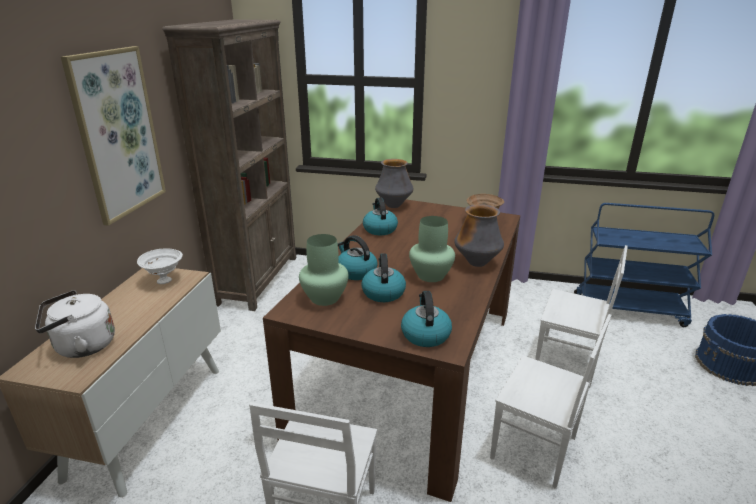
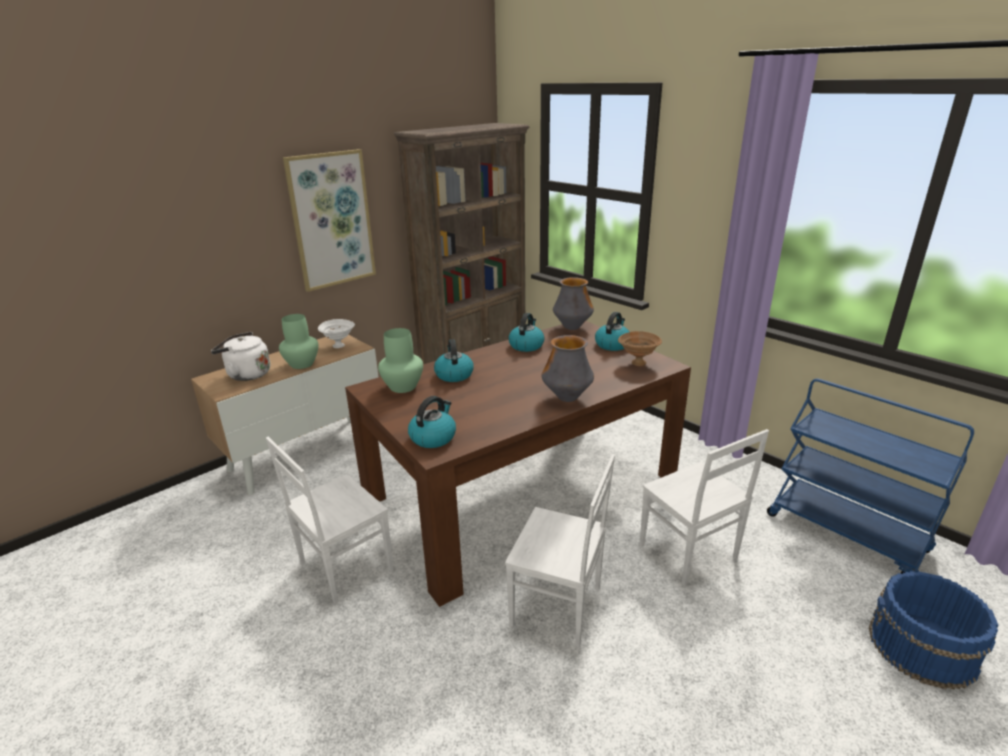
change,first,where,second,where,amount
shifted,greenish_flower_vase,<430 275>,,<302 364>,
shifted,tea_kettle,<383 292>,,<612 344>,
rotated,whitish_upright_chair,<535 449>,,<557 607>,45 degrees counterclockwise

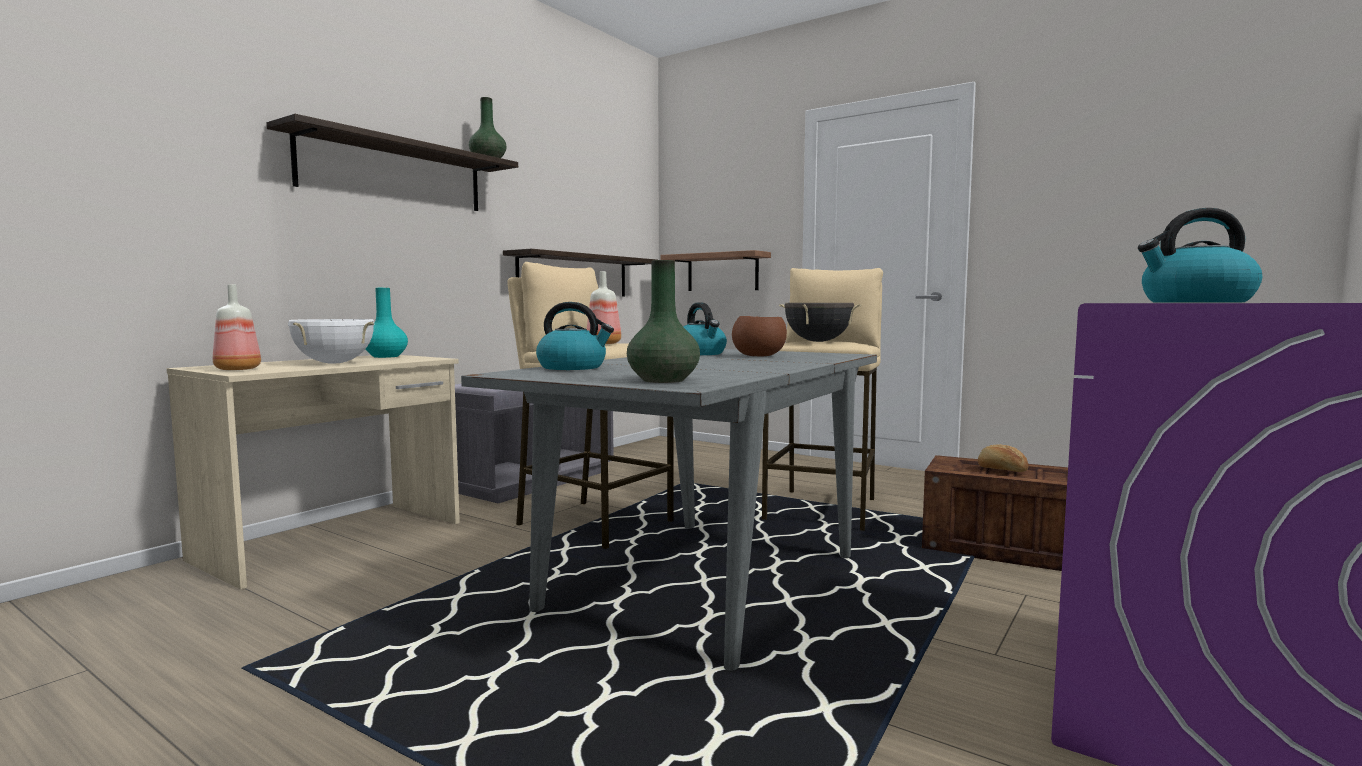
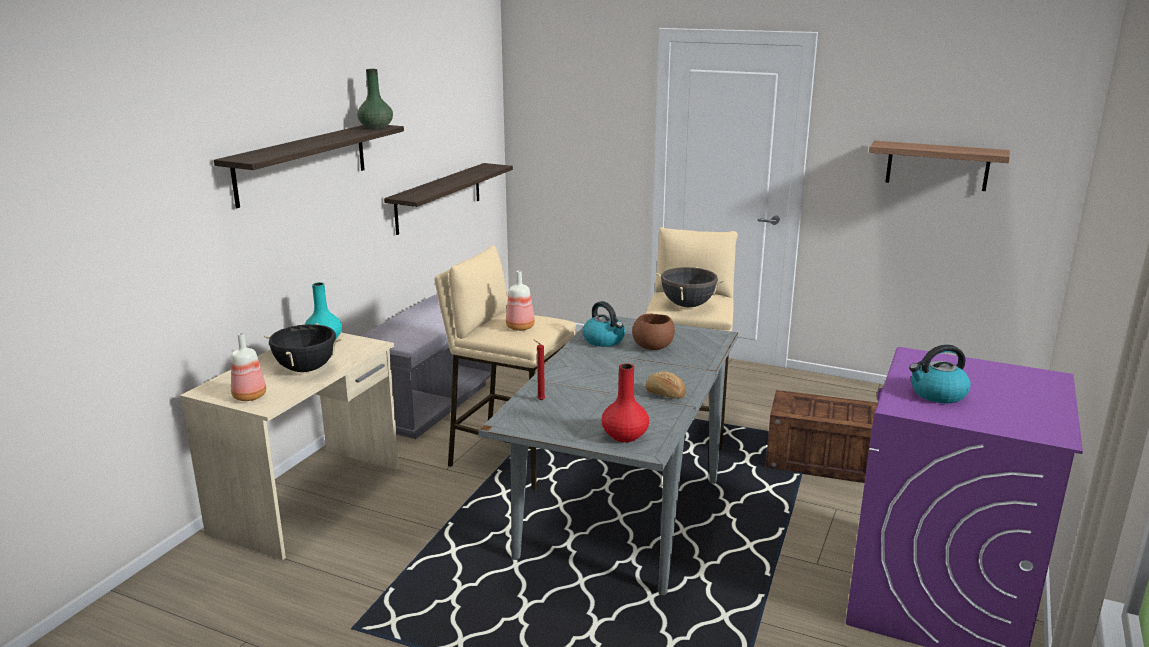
change,first,where,second,where,amount
shifted,wall_shelf,<722 272>,,<937 166>,
repainted,greenish_flower_vase,<664 380>,red-coloured_flower_vase,<625 436>,
swapped,tea_kettle,<573 367>,red-coloured_candle,<539 400>,
repainted,whitish_saucepot,<334 363>,black-coloured_saucepot,<306 369>,
shifted,bakery_bread,<1001 470>,,<664 394>,

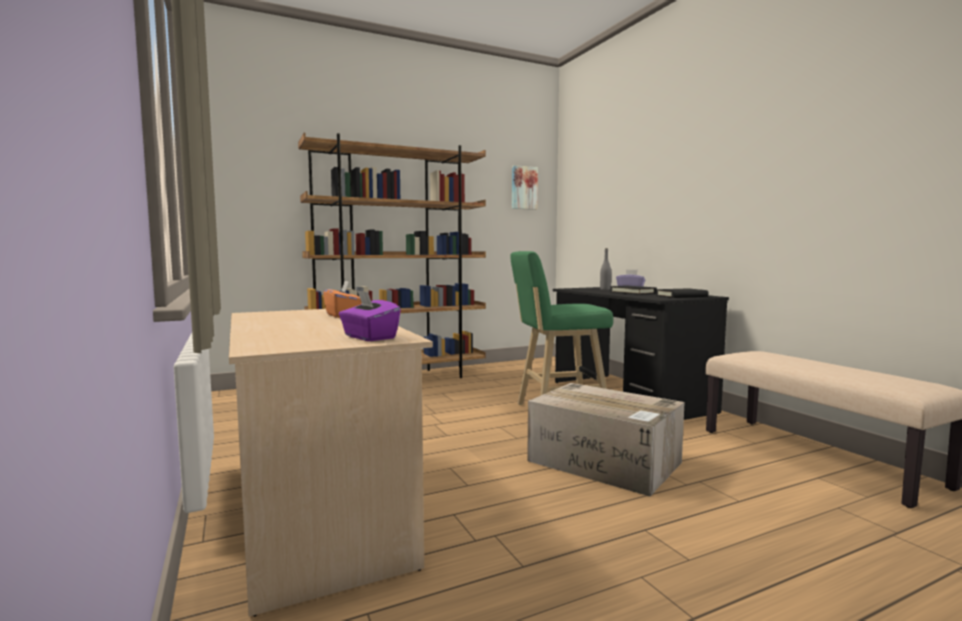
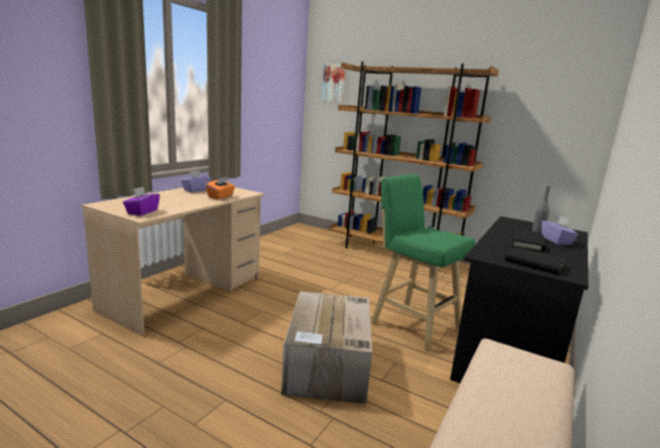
change,first,where,second,where,amount
shifted,picture,<523 188>,,<334 83>,
new,,,purple-coloured_box_of_tissues,<196 190>,

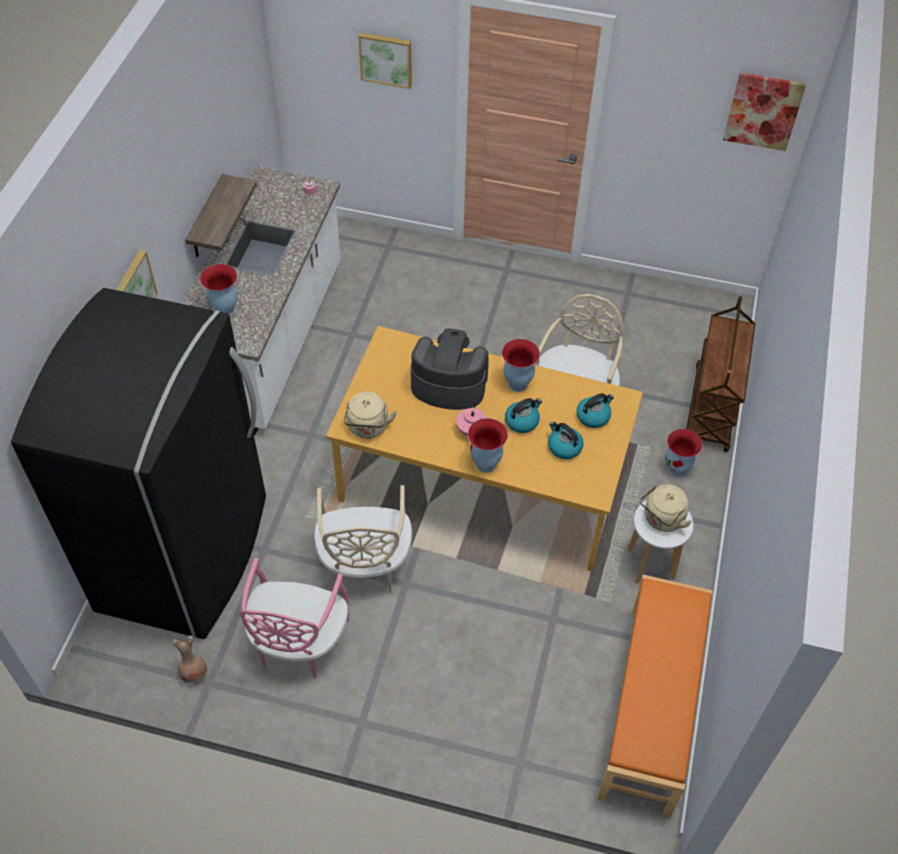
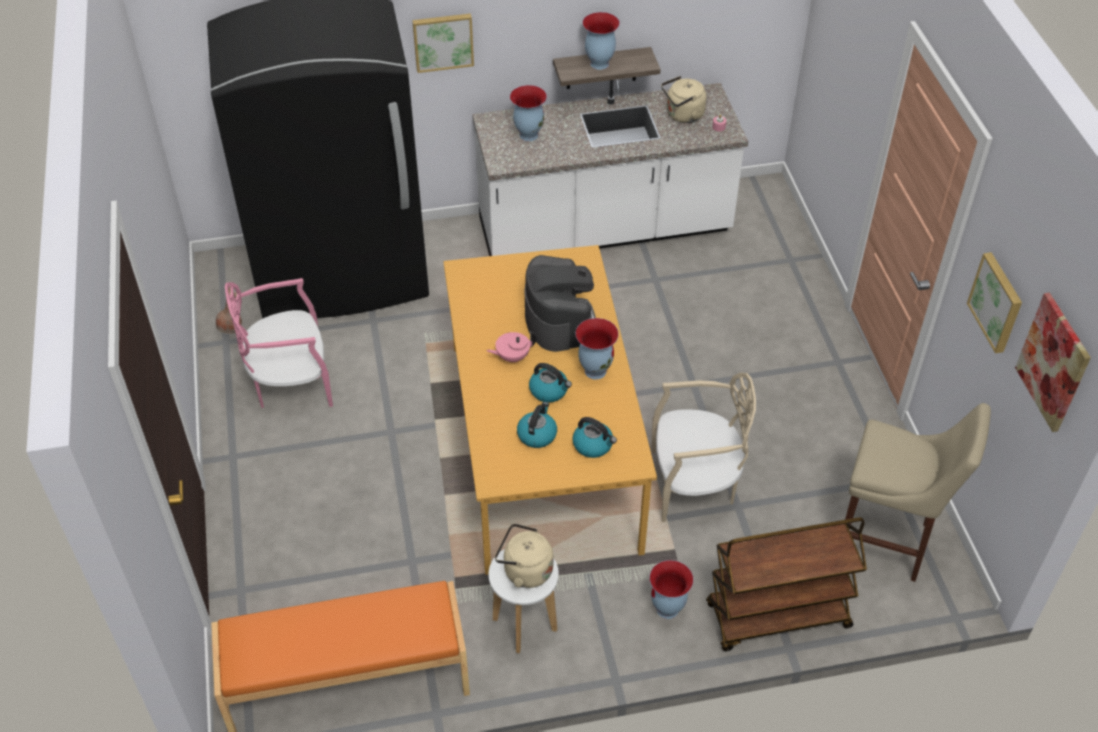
change,first,where,second,where,amount
shifted,picture,<386 59>,,<997 302>,
shifted,beige-coloured_tea_kettle,<368 428>,,<682 115>,
shifted,flower_vase,<485 465>,,<599 64>,
gone,beige-coloured_upright_chair,<365 565>,,,
new,,,beige-coloured_sitting_stool,<888 542>,

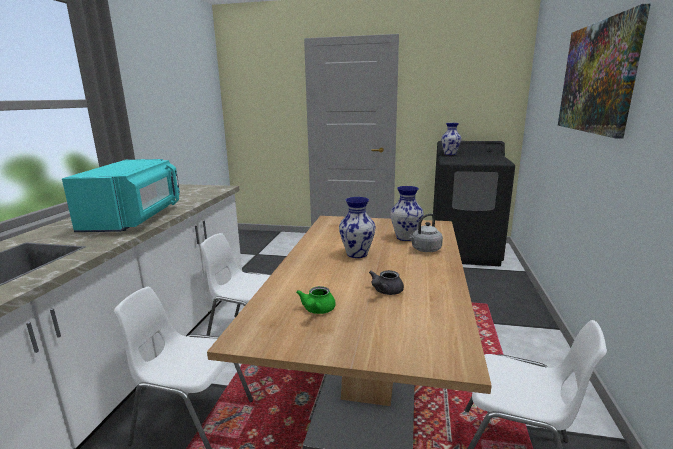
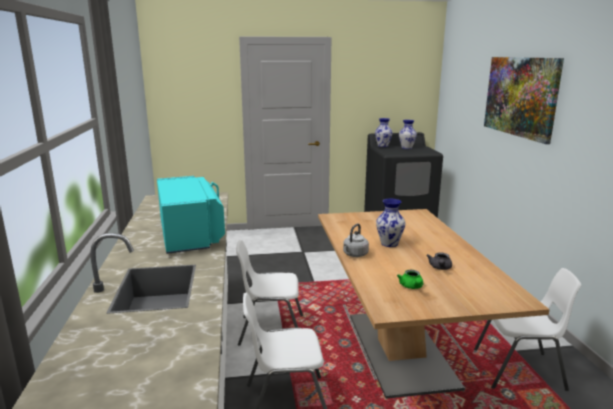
change,first,where,second,where,amount
shifted,flower_vase,<405 238>,,<406 148>,
shifted,gray_tea_kettle,<425 250>,,<354 255>,

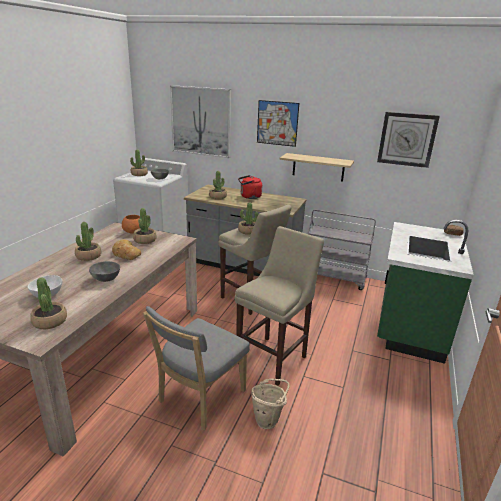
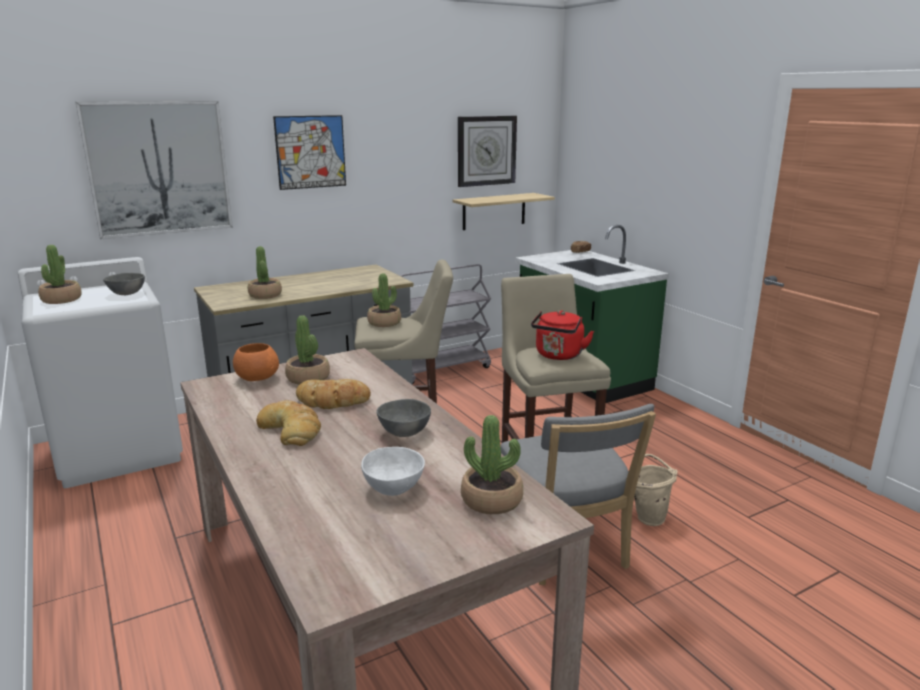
change,first,where,second,where,amount
shifted,wall_shelf,<318 167>,,<494 211>,
shifted,red-coloured_tea_kettle,<249 197>,,<558 356>,
swapped,plant_in_a_pot,<88 256>,bakery_bread,<291 429>,

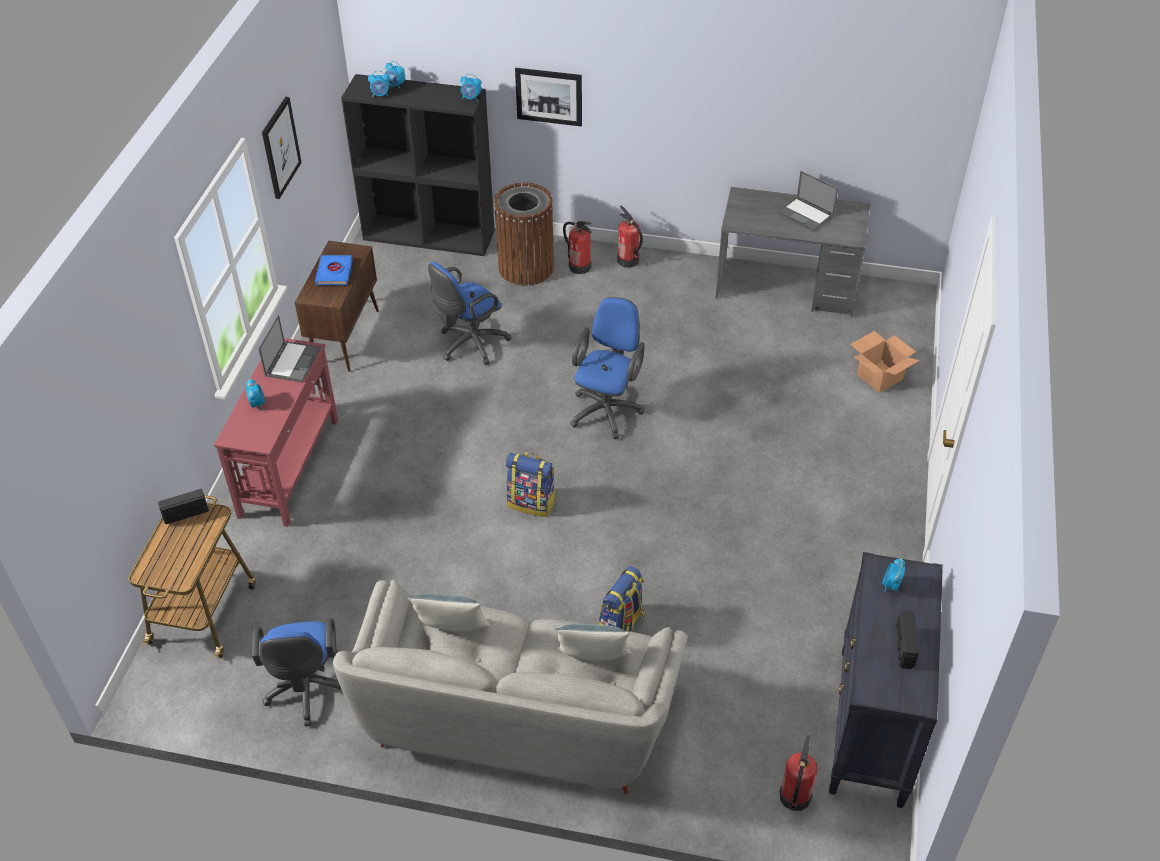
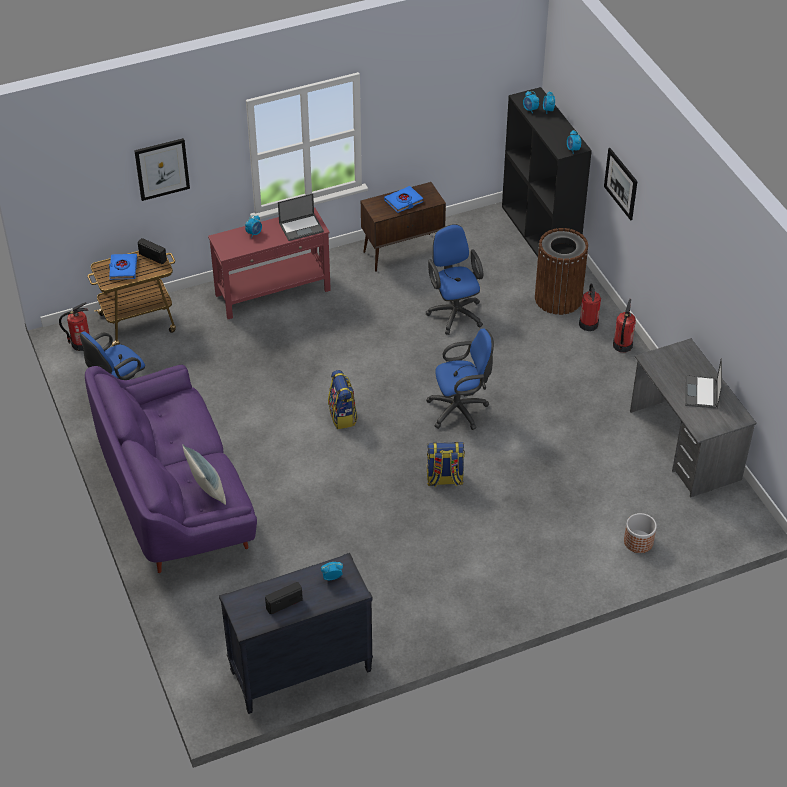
change,first,where,second,where,amount
shifted,picture,<280 147>,,<162 168>,
rotated,bluish_computer_chair,<470 345>,,<454 312>,60 degrees clockwise
swapped,packing_box,<879 377>,plant_pot,<638 542>,
shifted,backpack,<622 626>,,<444 479>,
repainted,gray_settee,<516 712>,purple-coloured_settee,<176 494>,
gone,throw_pillow,<452 630>,,,
shifted,fire_extinguisher,<794 797>,,<81 344>,
new,,,bluish_volume,<123 269>,

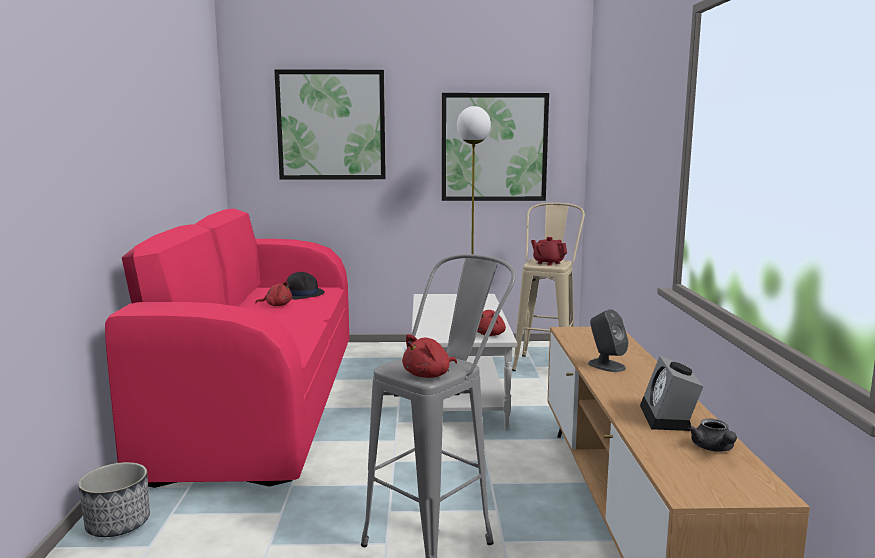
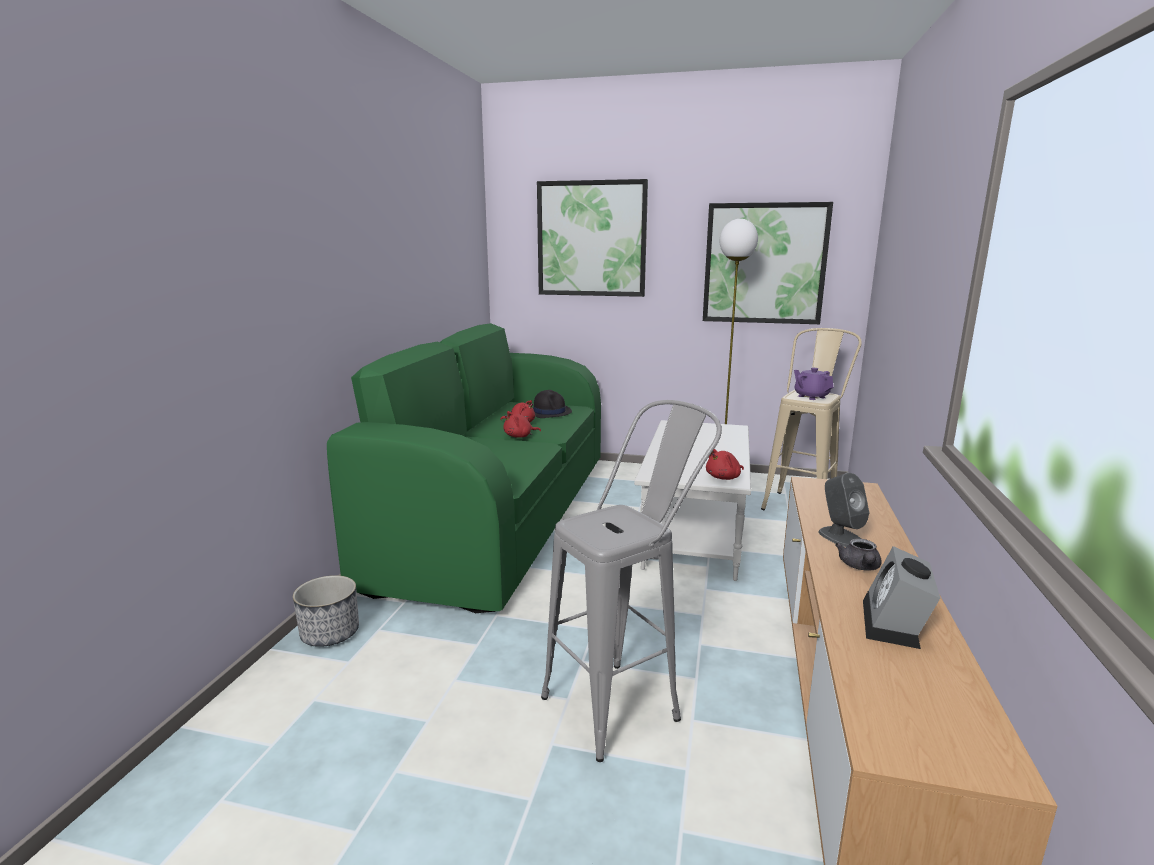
change,first,where,second,where,amount
repainted,pinkish_settee,<263 399>,greenish_settee,<500 514>,
repainted,red-coloured_teapot,<548 263>,purple-coloured_teapot,<811 396>,
shifted,red-coloured_cuddly_toy,<429 375>,,<519 436>,
shifted,gray_teapot,<714 449>,,<860 567>,

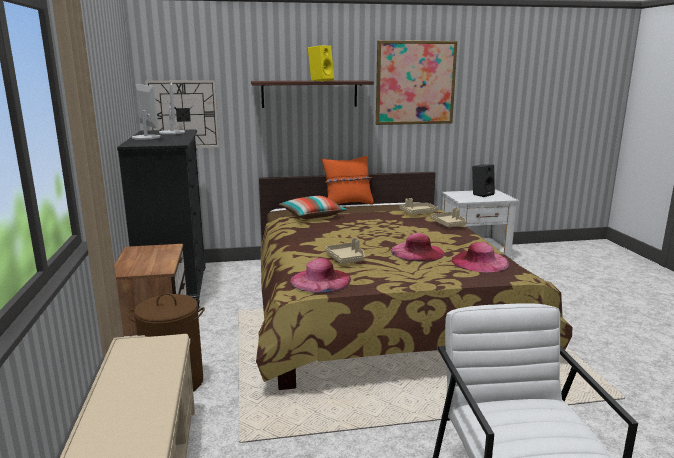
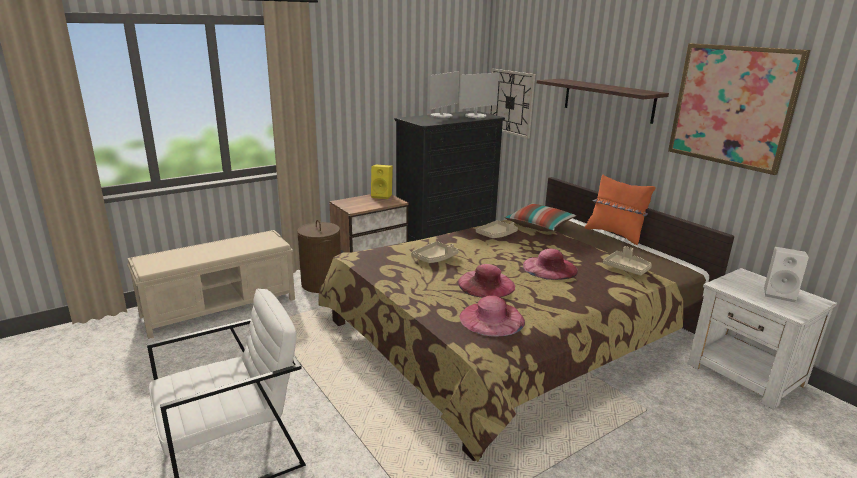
change,first,where,second,where,amount
shifted,yellow-coloured_loudspeaker,<321 80>,,<382 196>,
repainted,black-coloured_loudspeaker,<482 194>,whitish_loudspeaker,<780 294>,
shifted,beige-coloured_carrying_tray,<449 224>,,<496 235>,
shifted,pinkish_wearable_hat,<320 280>,,<550 268>,

